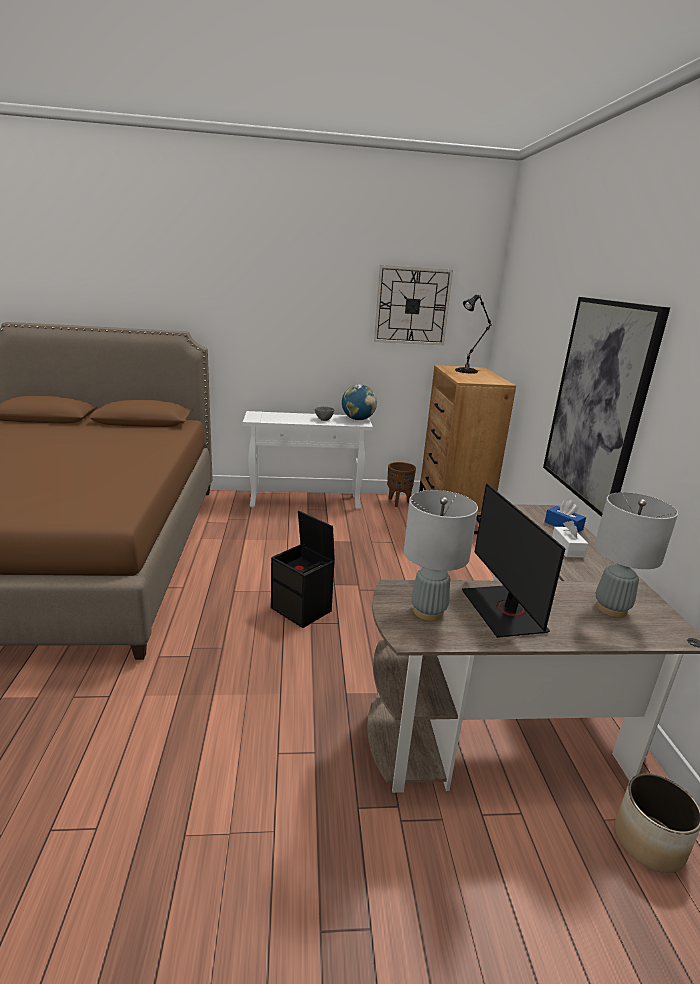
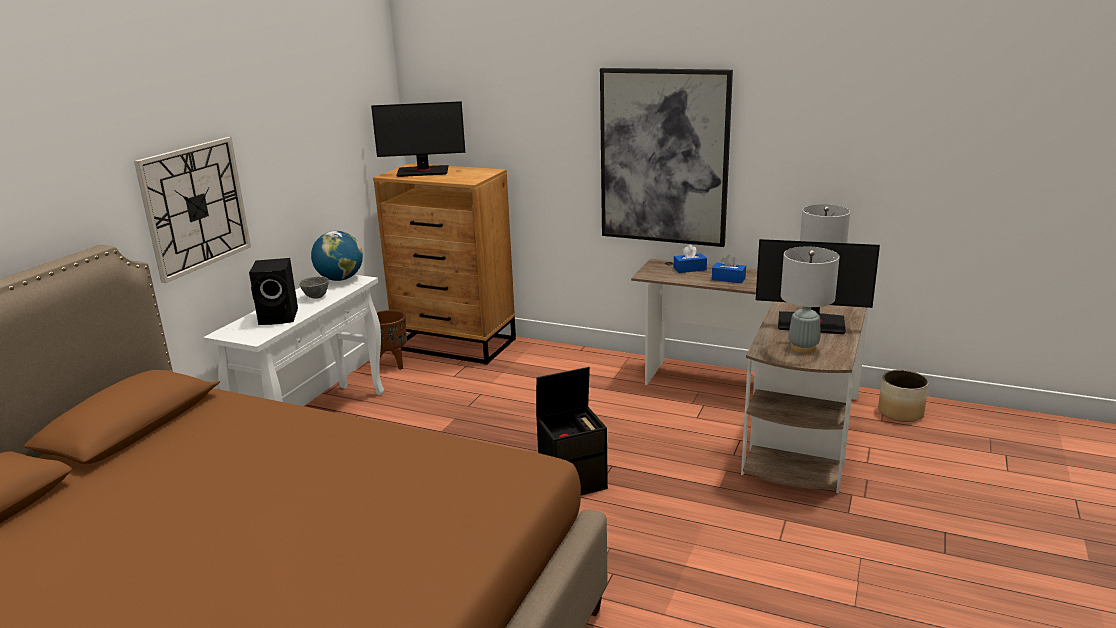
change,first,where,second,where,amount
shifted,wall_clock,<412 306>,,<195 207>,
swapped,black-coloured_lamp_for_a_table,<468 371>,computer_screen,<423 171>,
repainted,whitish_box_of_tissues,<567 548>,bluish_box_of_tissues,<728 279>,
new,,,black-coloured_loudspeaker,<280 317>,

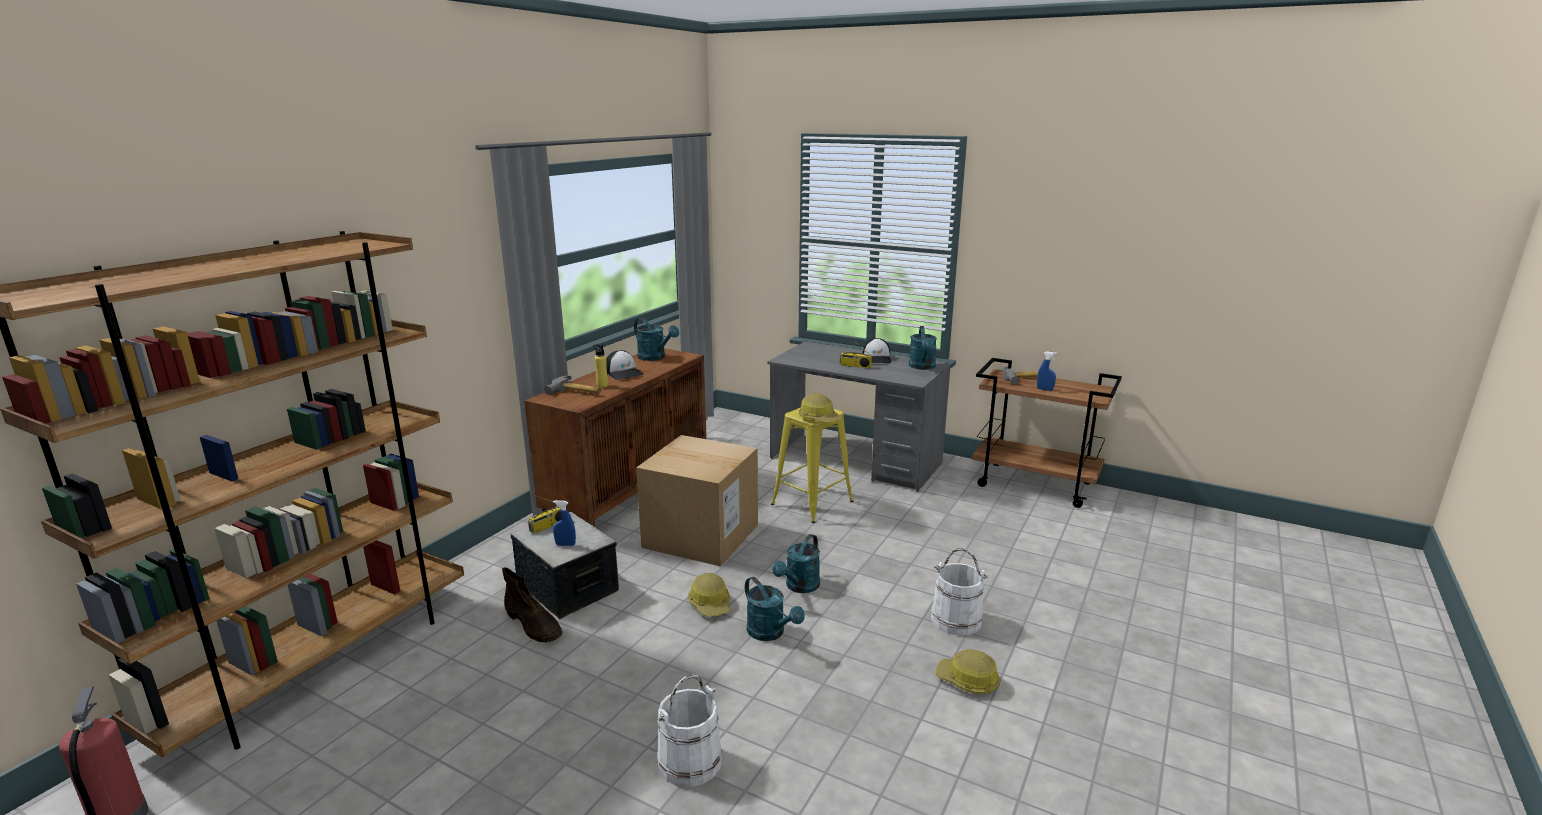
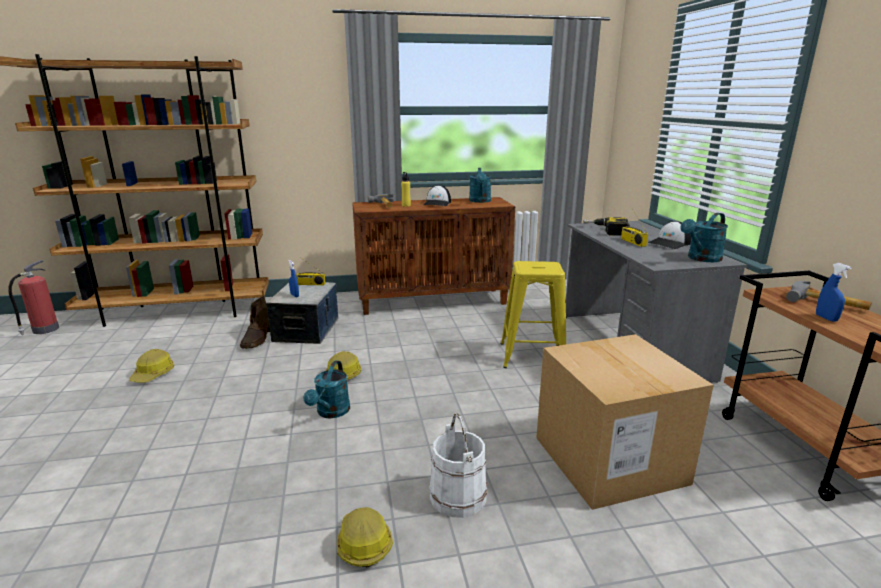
change,first,where,second,where,amount
shifted,hard_hat,<819 418>,,<153 374>,
shifted,packing_box,<701 536>,,<609 460>,
gone,turquoise_sprinkling_can,<799 587>,,,
gone,whitish_water_bucket,<690 762>,,,
new,,,drill,<606 231>,

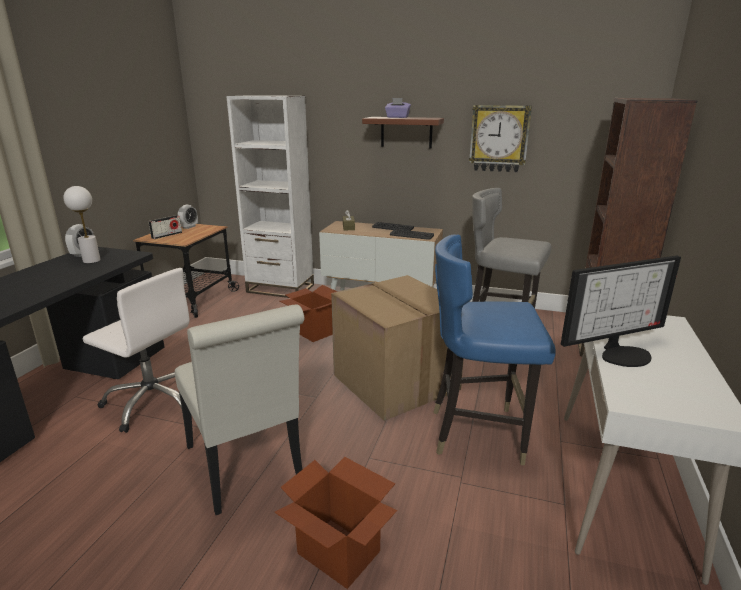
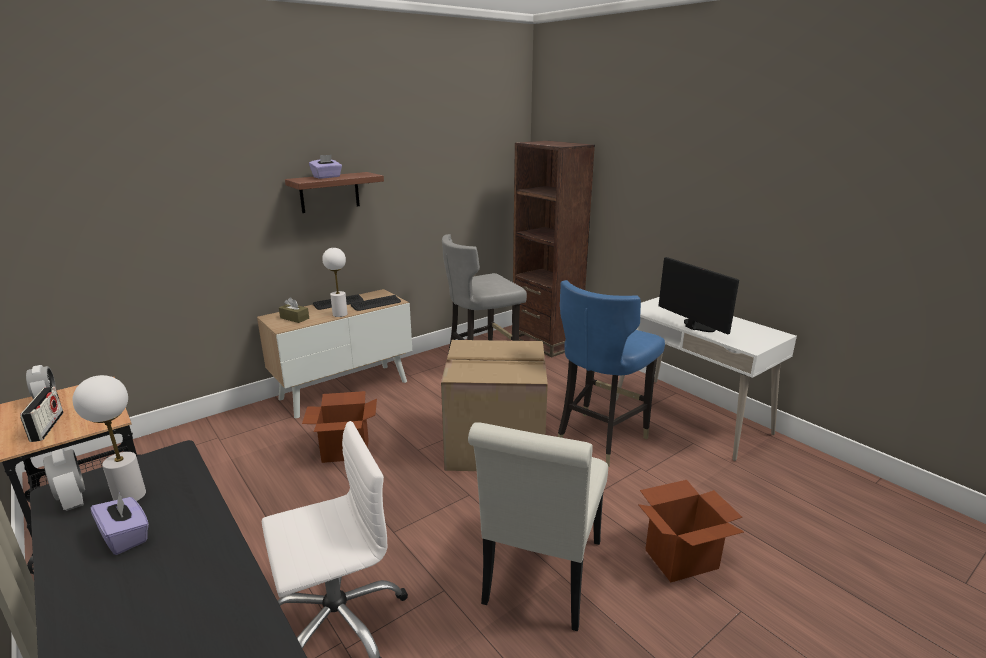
change,first,where,second,where,amount
gone,whitish_bookshelf,<280 288>,,,
gone,wall_clock,<499 138>,,,
rotated,computer_screen,<622 353>,,<696 326>,45 degrees counterclockwise
rotated,whitish_upright_chair,<246 469>,,<541 579>,105 degrees clockwise
new,,,whitish_lamp_for_a_table,<339 314>,
new,,,purple-coloured_box_of_tissues,<126 536>,

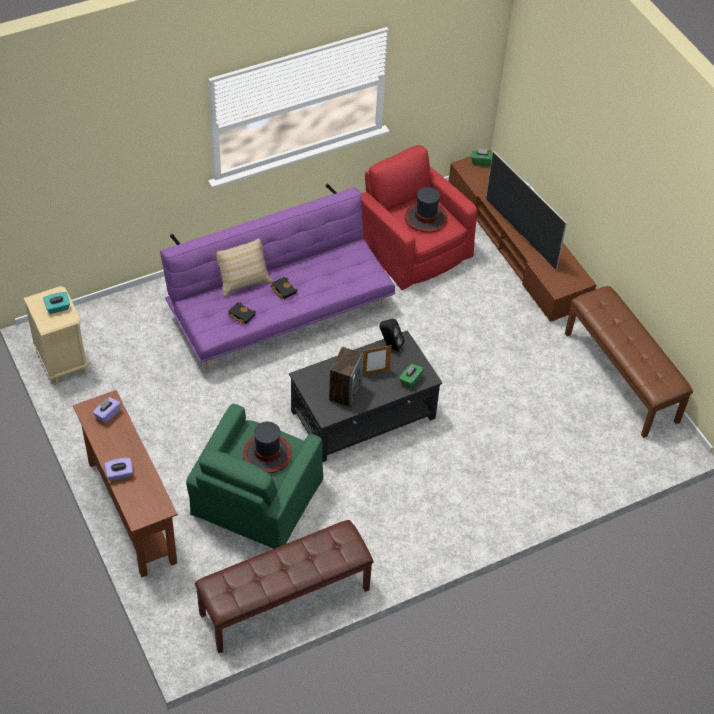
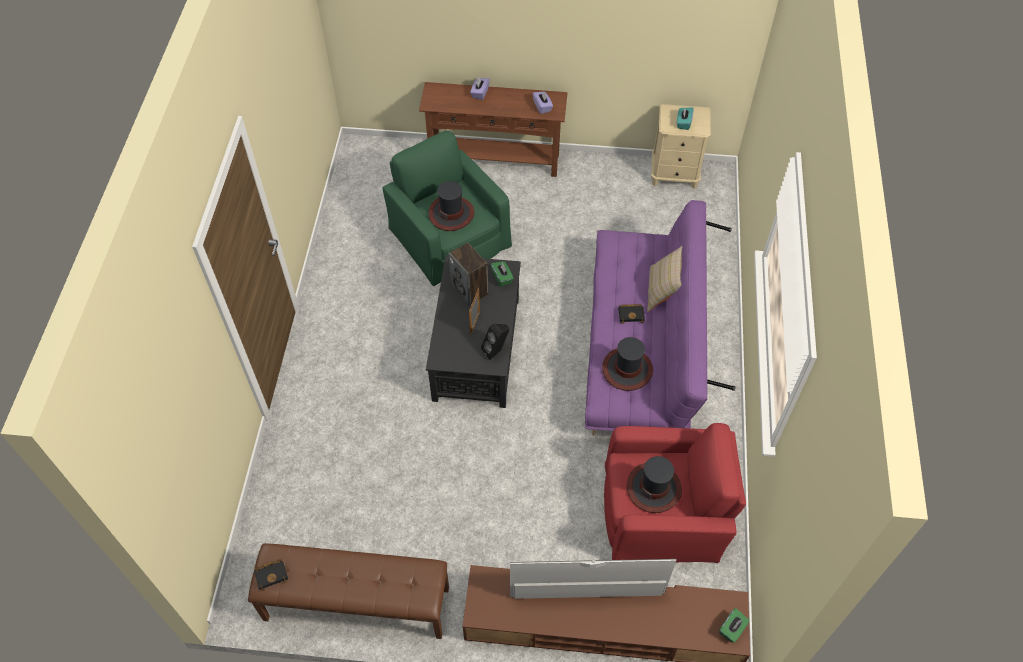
change,first,where,second,where,amount
shifted,black-coloured_volume,<240 315>,,<272 574>,
shifted,greenish_box_of_tissues,<410 380>,,<502 278>,
gone,brown-coloured_long_seat,<285 602>,,,
new,,,wearable_hat,<627 369>,

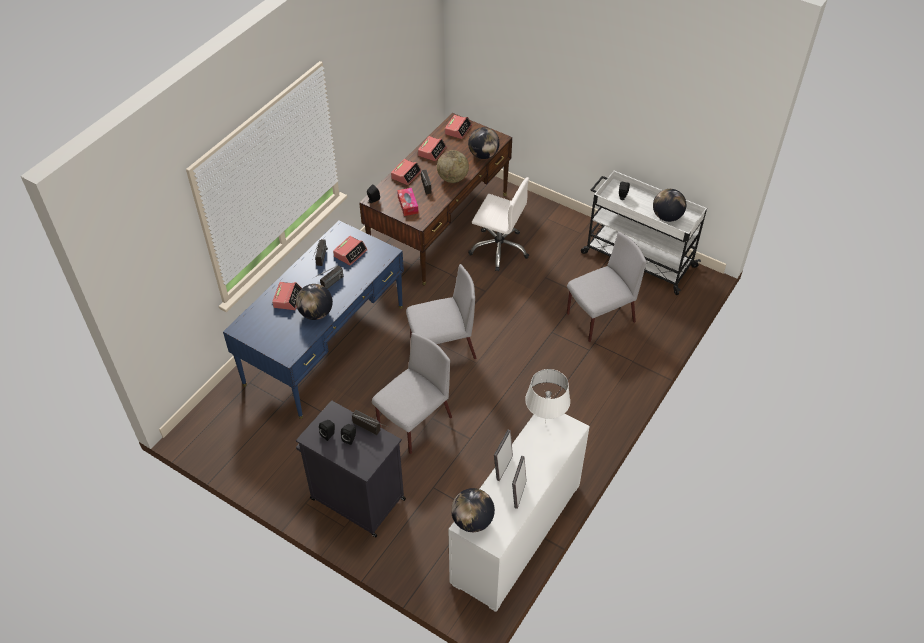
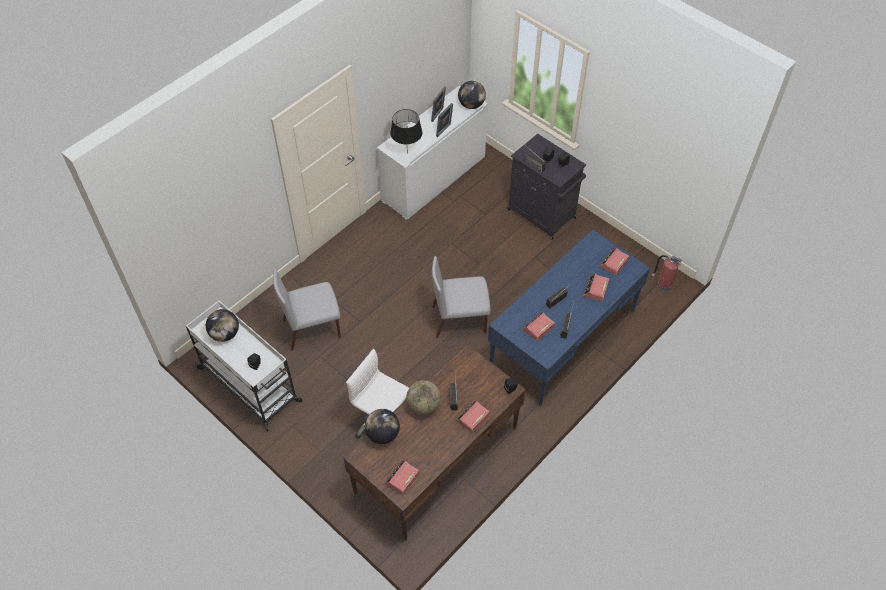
change,first,where,second,where,amount
shifted,bedside_clock,<432 151>,,<613 264>,
gone,box_of_tissues,<408 205>,,,
gone,desk_globe,<316 313>,,,
gone,gray_upright_chair,<414 423>,,,
repainted,whitish_lamp_for_a_table,<545 423>,black-coloured_lamp_for_a_table,<407 152>,
new,,,fire_extinguisher,<663 284>,

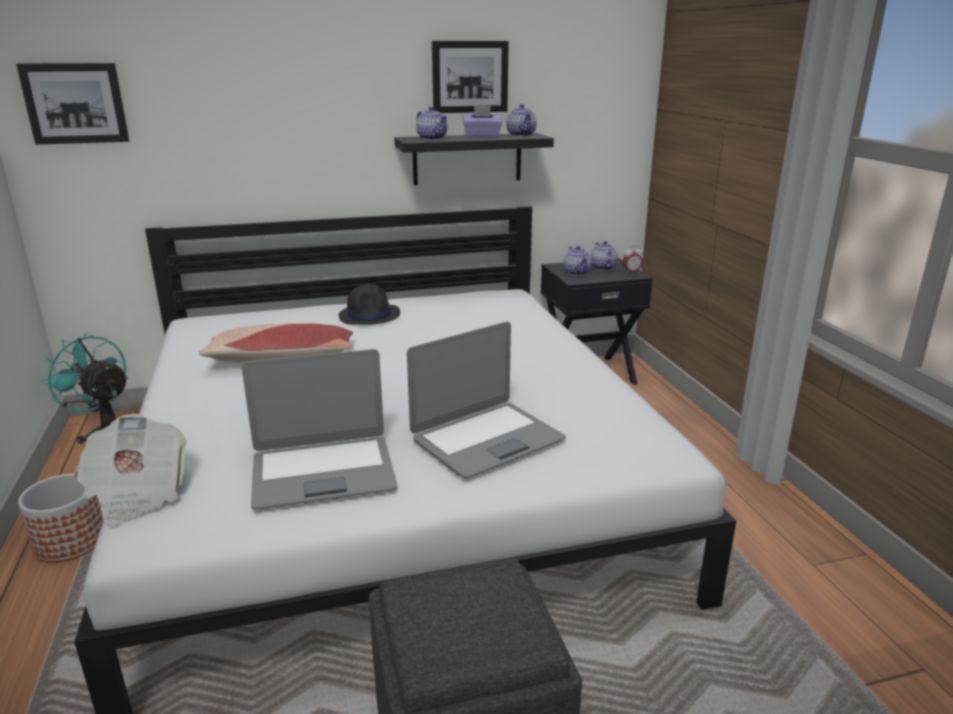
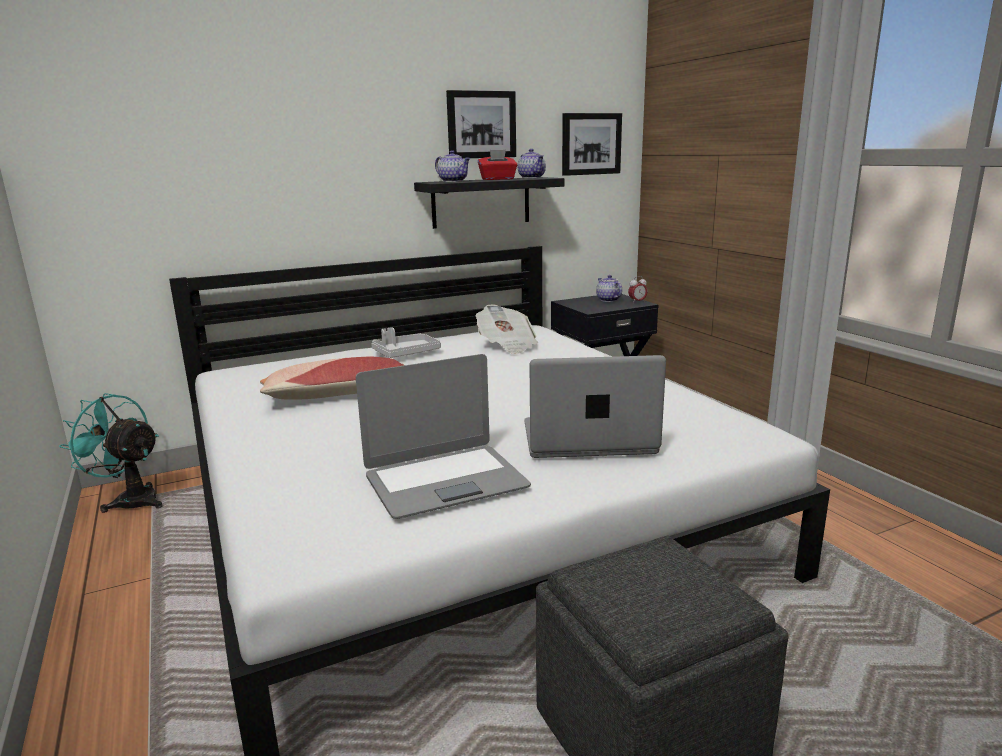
change,first,where,second,where,amount
shifted,picture,<75 103>,,<590 144>,
repainted,purple-coloured_box_of_tissues,<482 137>,red-coloured_box_of_tissues,<498 179>,
gone,teapot,<577 273>,,,
swapped,black-coloured_wearable_hat,<370 315>,gray_carrying_tray,<406 353>,
rotated,laptop,<487 440>,,<588 439>,135 degrees counterclockwise
shifted,printed_paper,<137 492>,,<507 345>,
gone,plant_pot,<71 542>,,,

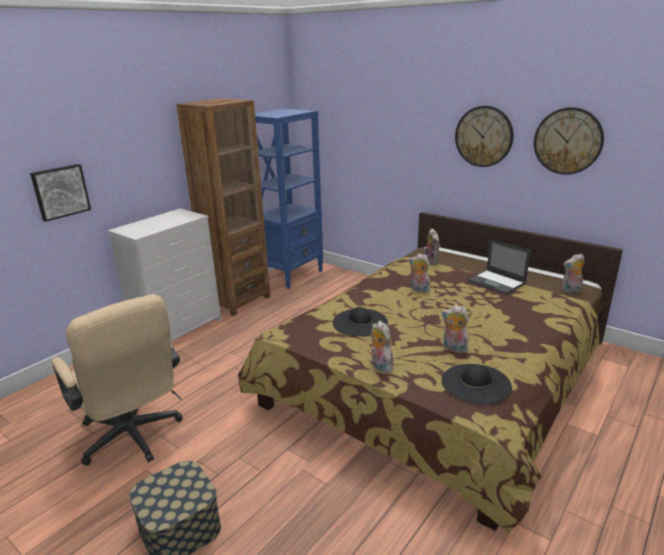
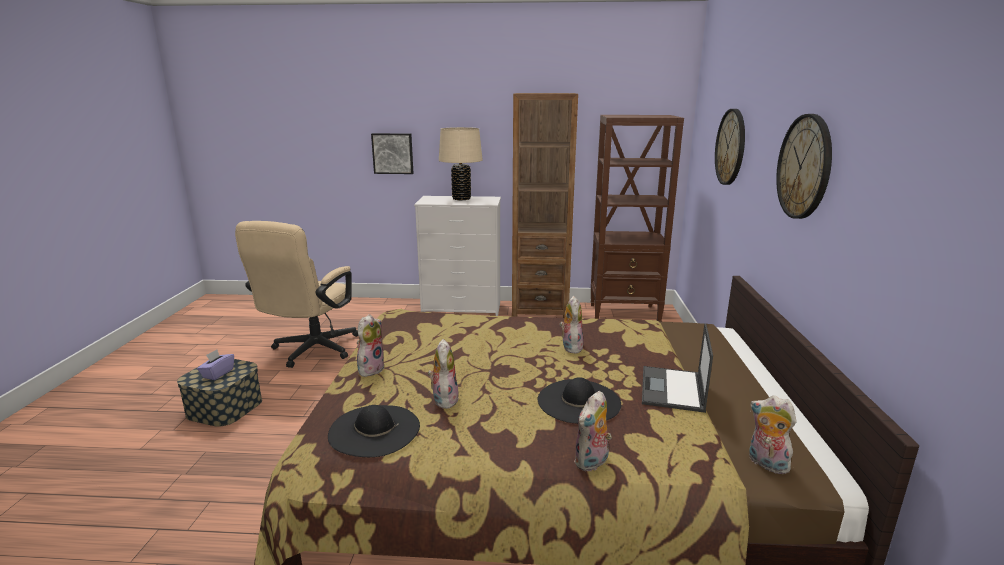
change,first,where,second,where,amount
shifted,wall_clock,<568 141>,,<731 147>,
repainted,bluish_bookshelf,<291 275>,brown-coloured_bookshelf,<625 314>,
shifted,cuddly_toy,<432 262>,,<592 463>,
shifted,black-coloured_wearable_hat,<360 322>,,<579 401>,
new,,,beige-coloured_lamp_for_a_table,<461 198>,
new,,,purple-coloured_box_of_tissues,<217 373>,

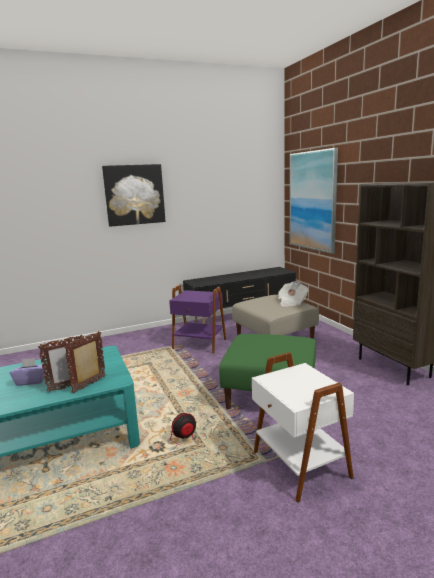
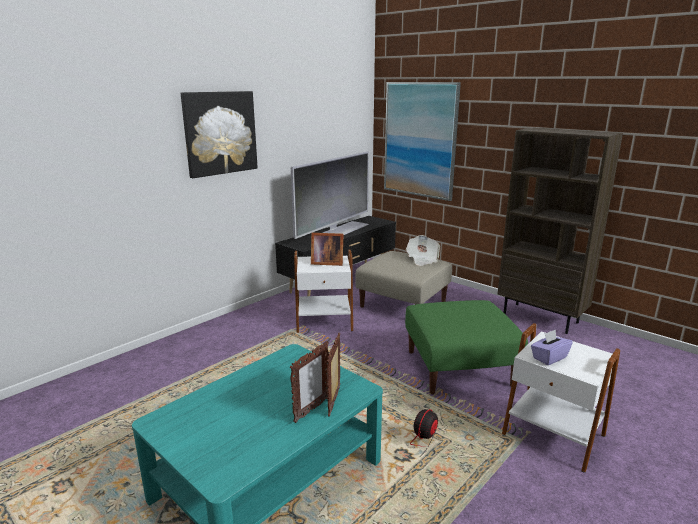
change,first,where,second,where,amount
repainted,purple-coloured_side_table,<199 344>,whitish_side_table,<324 322>,
shifted,purple-coloured_box_of_tissues,<31 381>,,<549 357>,
new,,,television,<340 230>,
new,,,photo_frame,<326 262>,

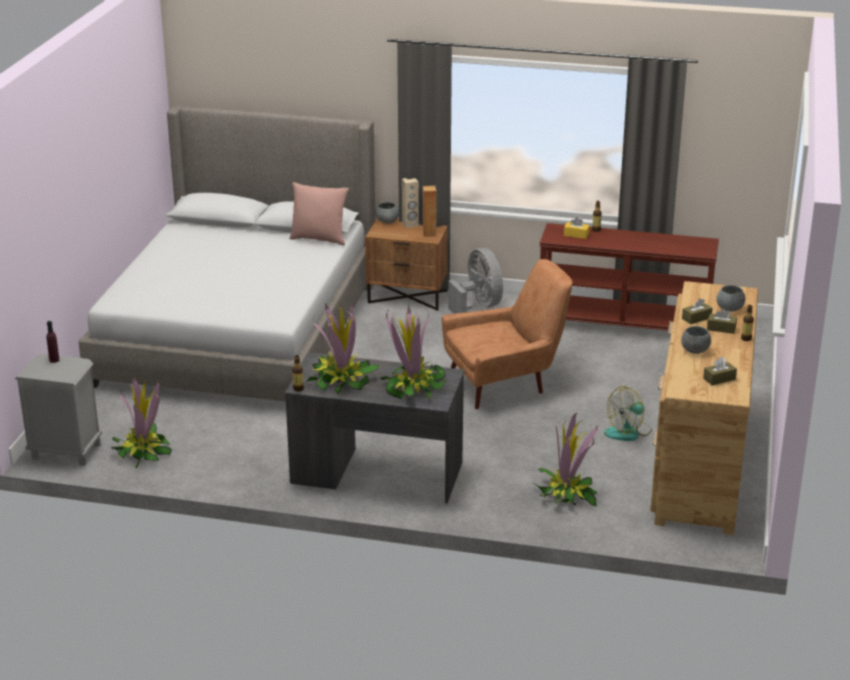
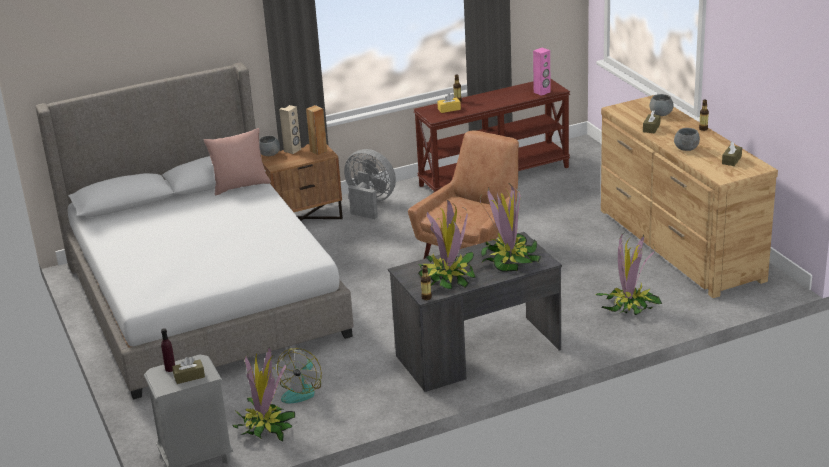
change,first,where,second,where,amount
shifted,brown-coloured_box_of_tissues,<721 328>,,<189 376>,
shifted,electric_fan,<628 432>,,<302 390>,
new,,,pinkish_loudspeaker,<542 92>,

